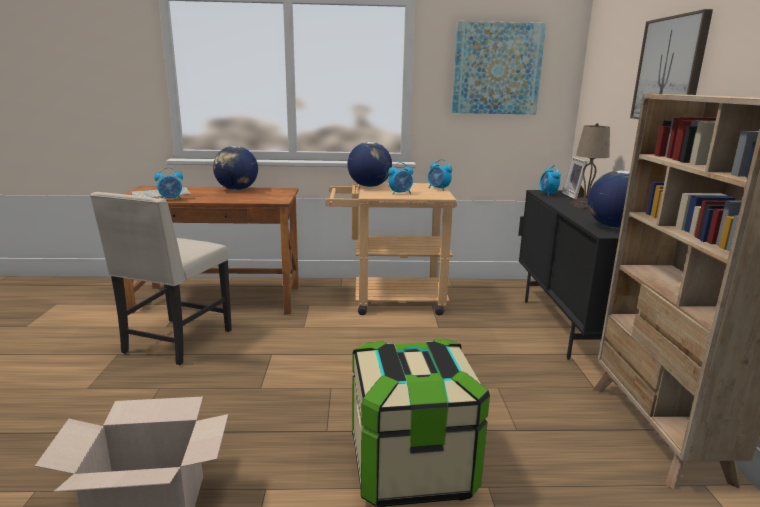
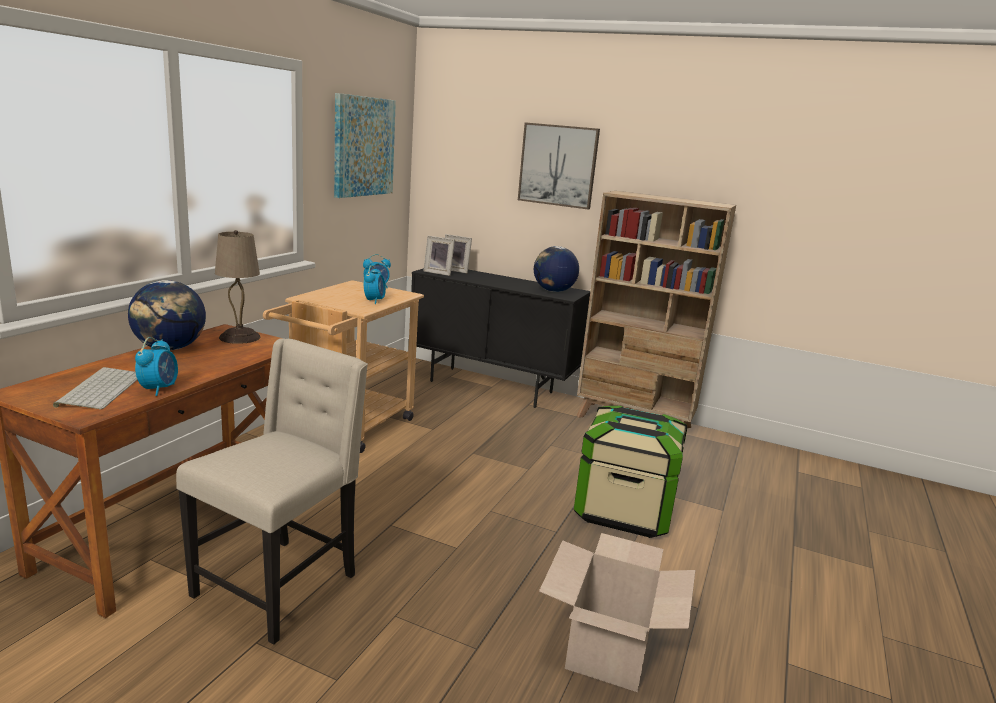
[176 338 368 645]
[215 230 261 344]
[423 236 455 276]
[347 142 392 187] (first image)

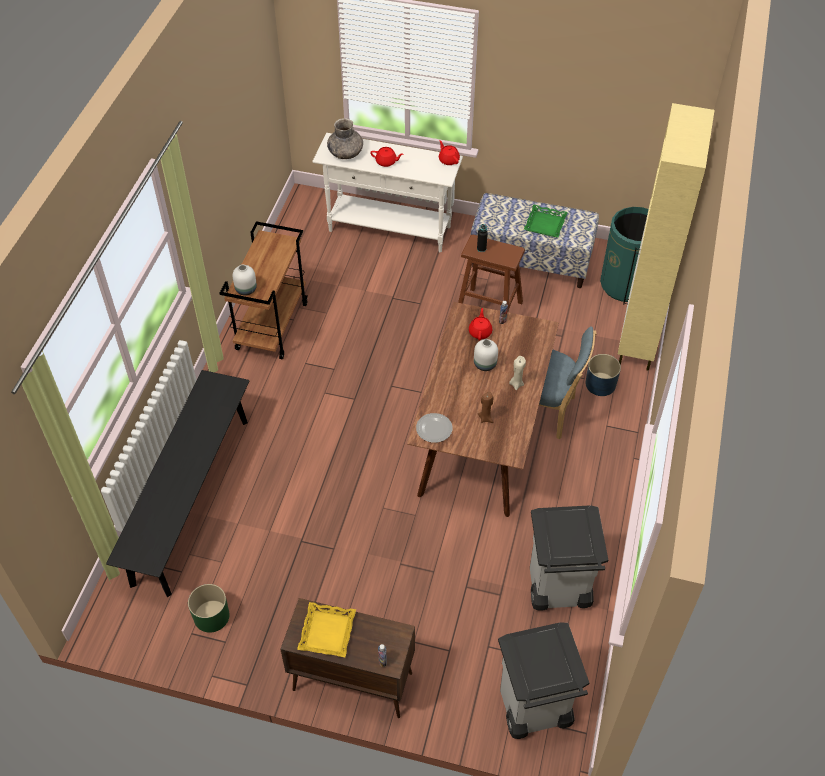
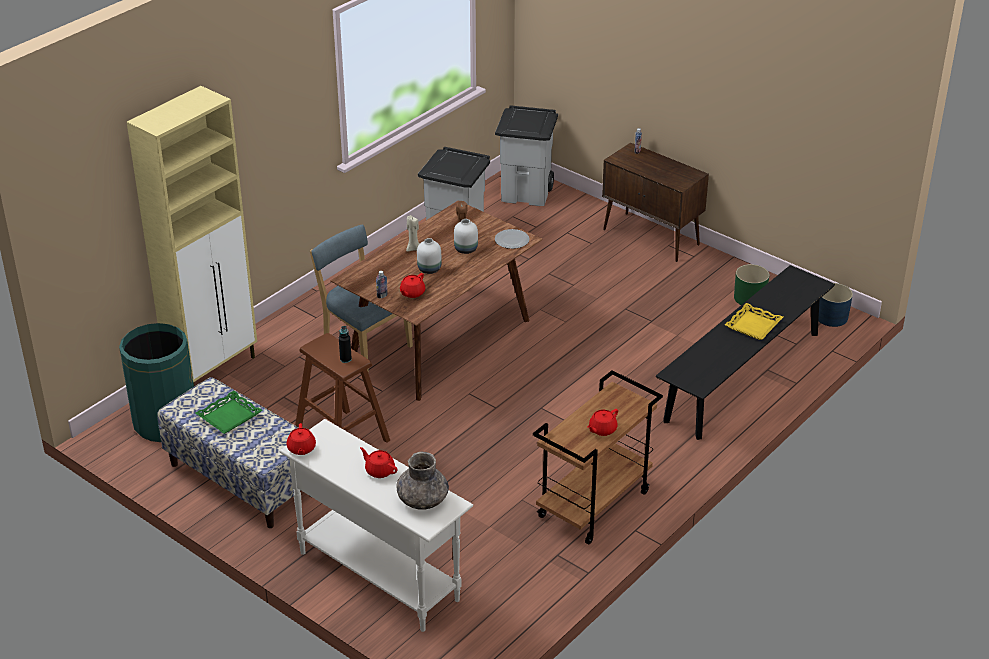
[454 219 478 254]
[587 409 618 436]
[725 303 783 340]
[819 283 853 327]

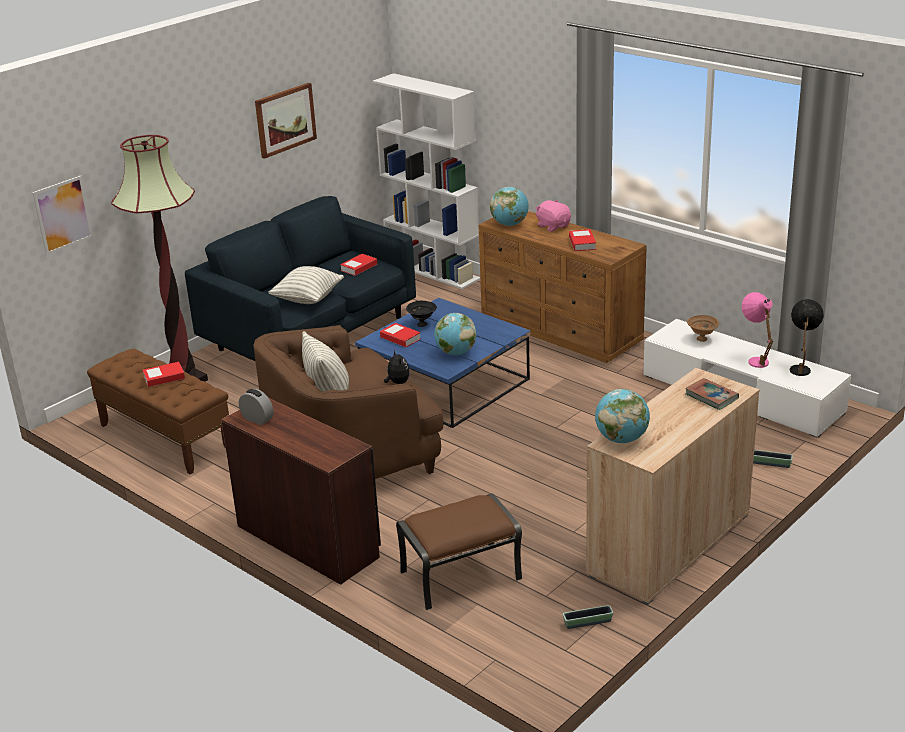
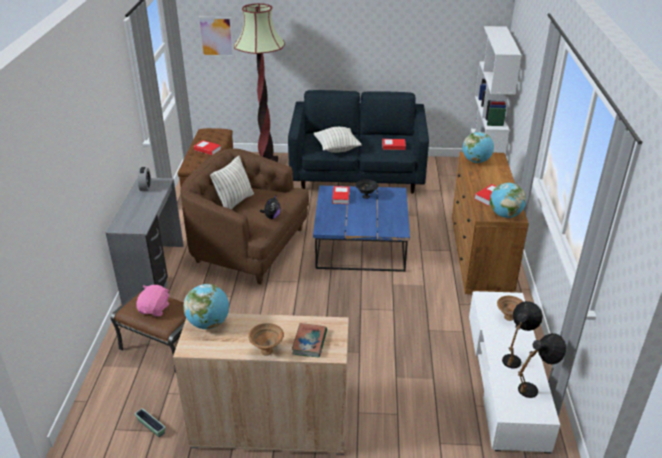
[106 178 184 304]
[136 285 169 317]
[248 323 284 356]
[490 183 526 218]
[502 301 543 368]
[255 83 317 159] (first image)
[753 450 793 468] (first image)

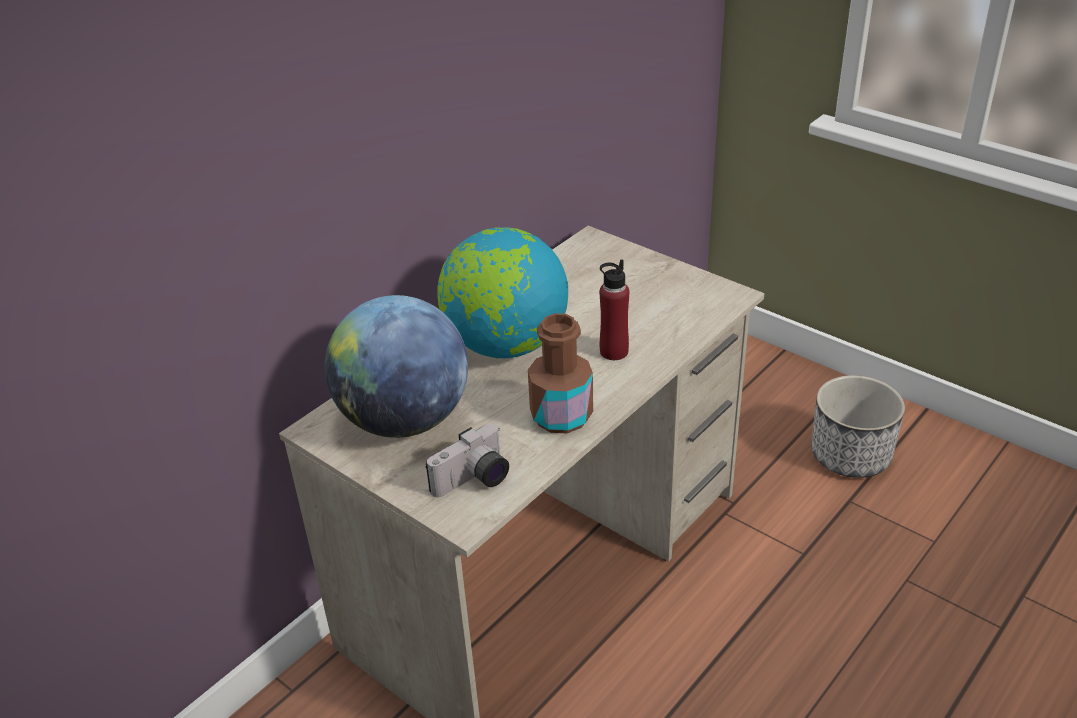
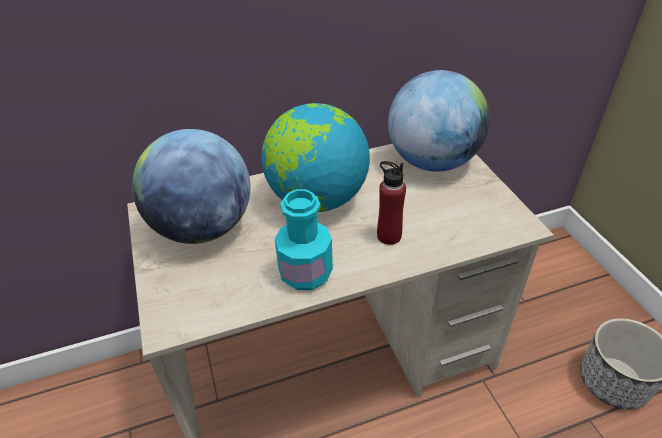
[275 189 333 290]
[388 70 490 172]
[426 424 509 497] (first image)

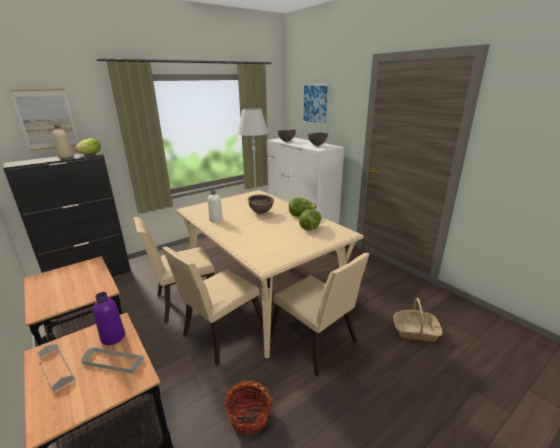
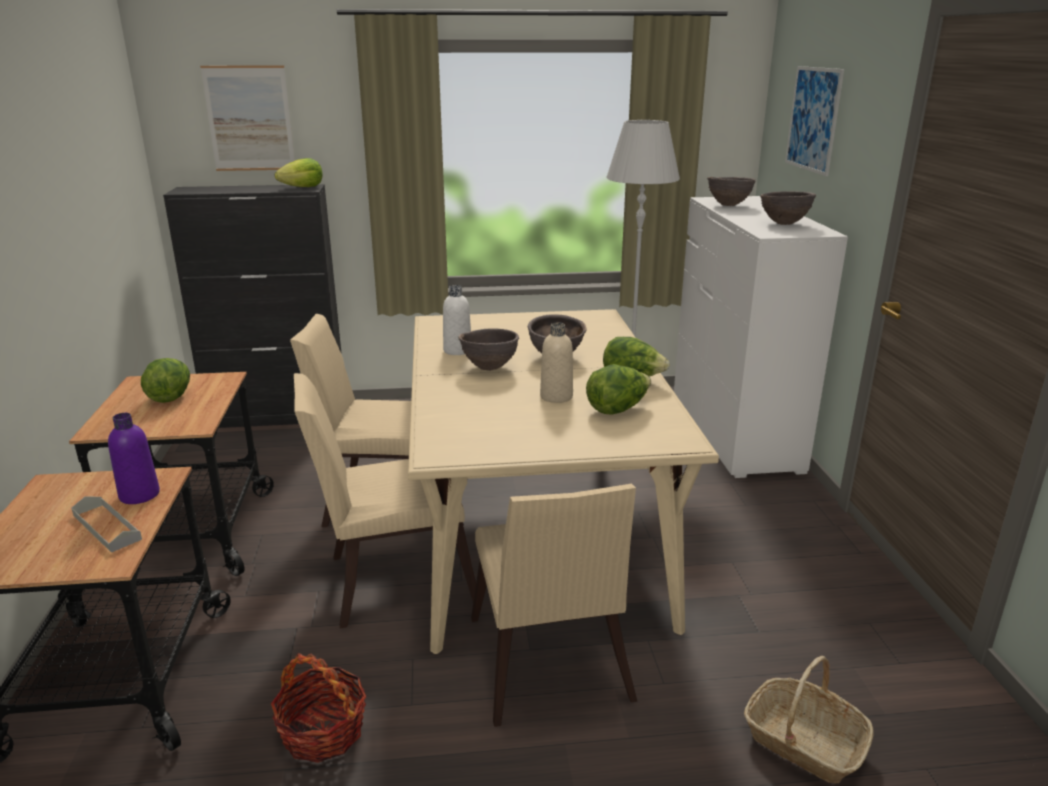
[141 358 190 403]
[459 328 519 371]
[540 322 573 403]
[37 344 75 391] (first image)

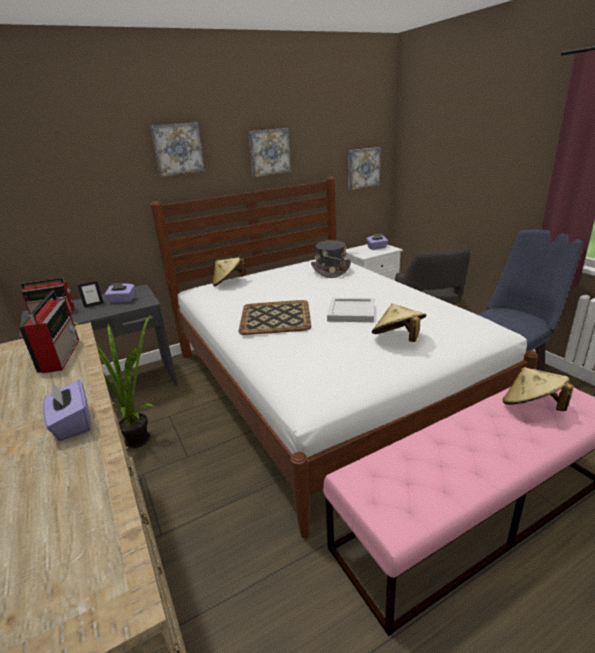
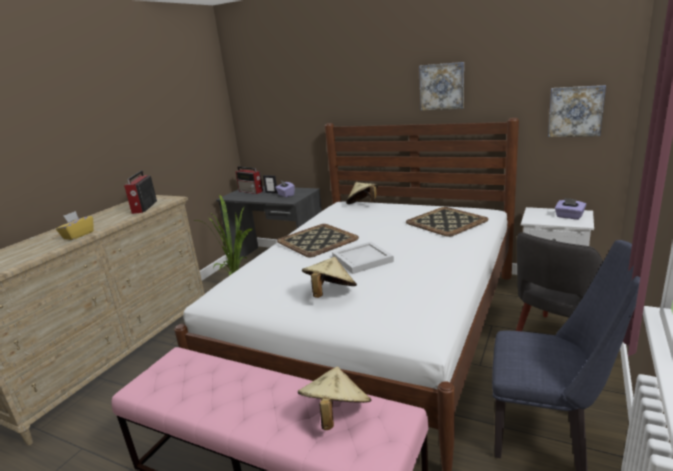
[56 211 93 240]
[124 170 157 214]
[406 207 488 237]
[150 122 205 177] (first image)

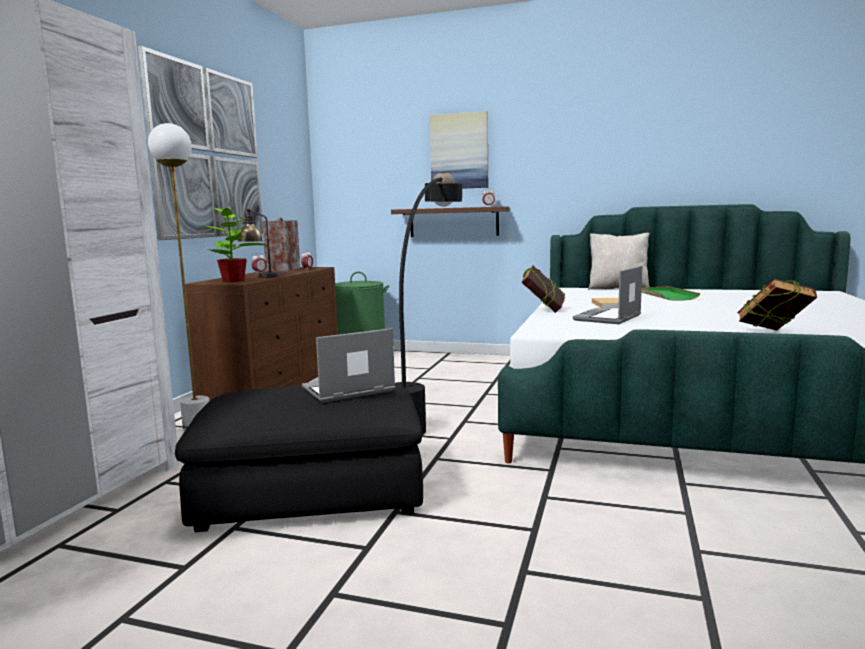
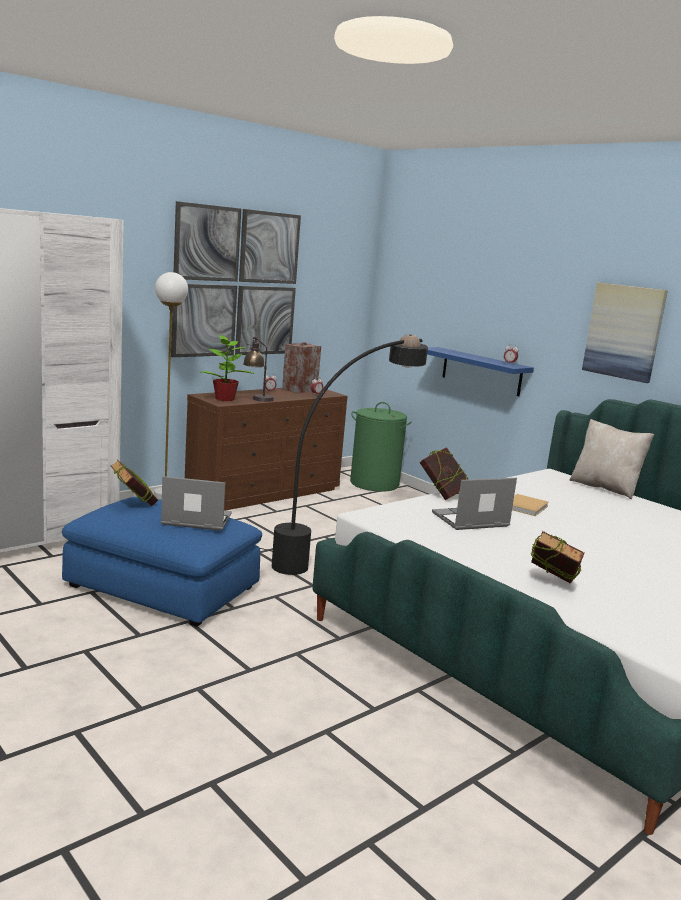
[62 496 262 627]
[110 460 158 507]
[427 347 534 396]
[582 283 668 383]
[641 287 701 301] (first image)

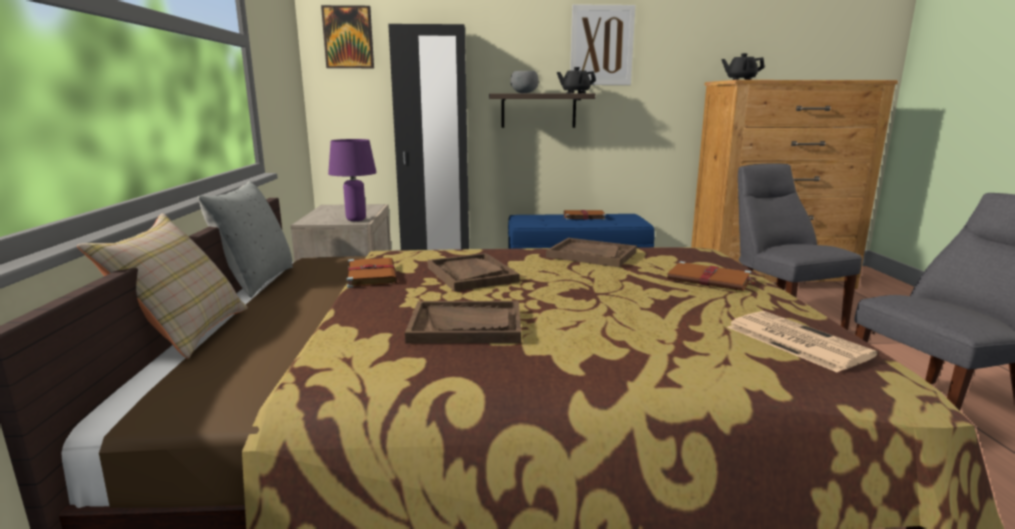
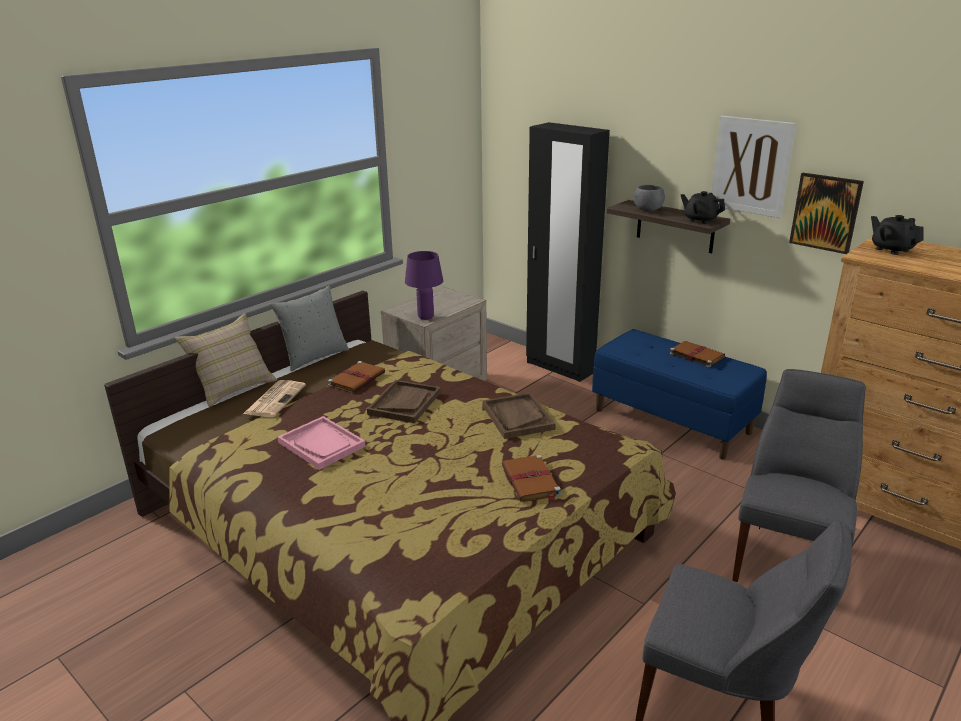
[243 380 306 417]
[278 416 366 470]
[789 173 864 254]

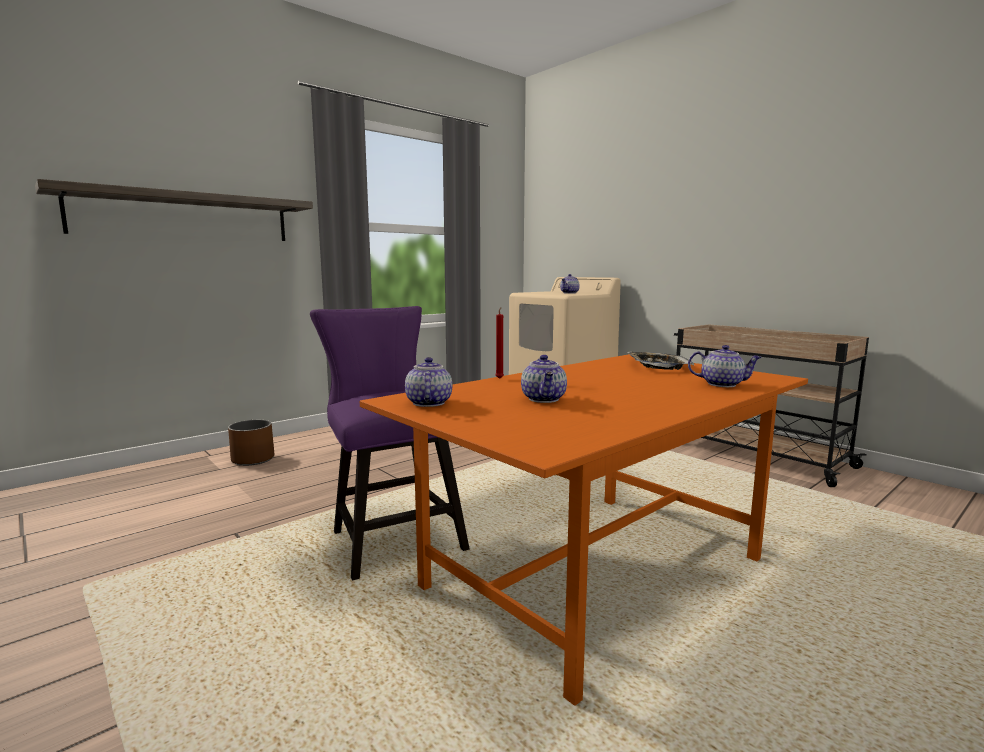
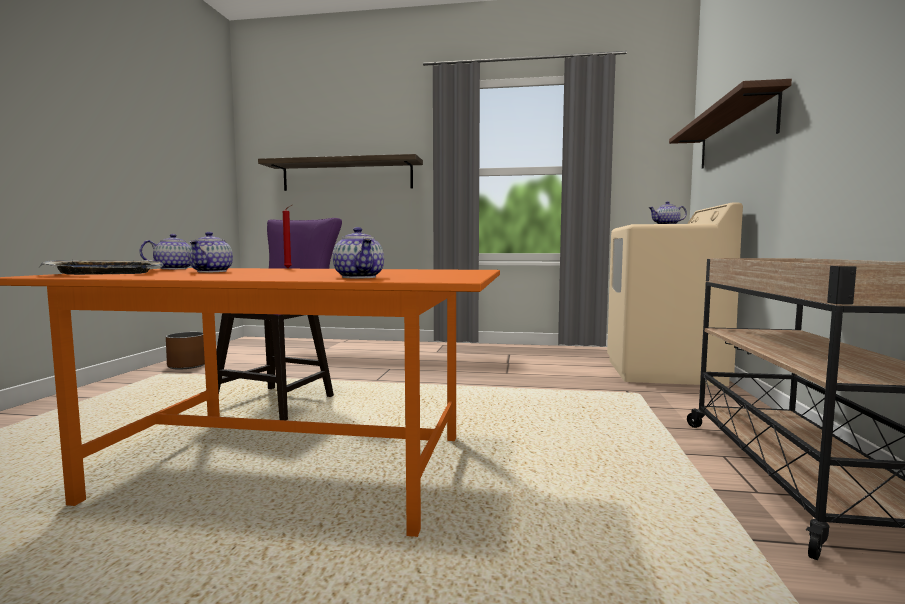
[40 260 164 275]
[166 332 205 369]
[188 232 233 272]
[669 79 792 169]

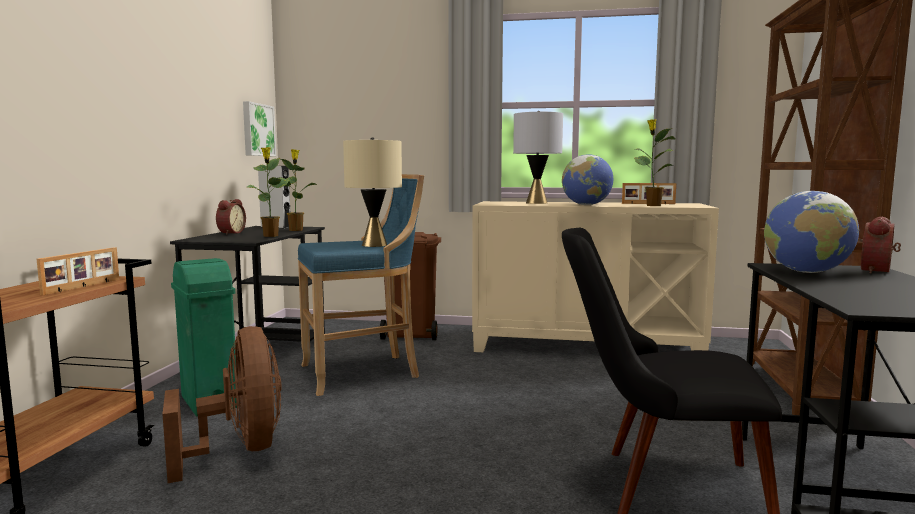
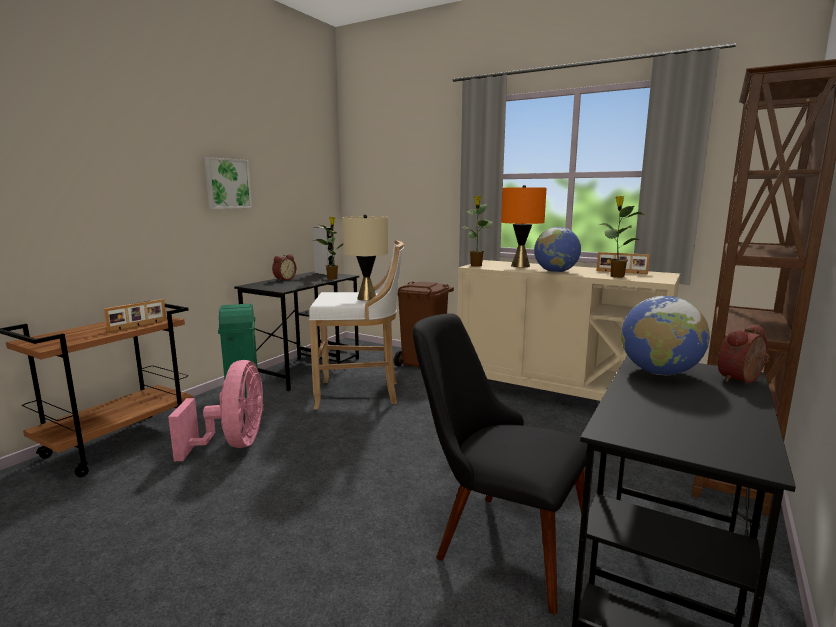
[168 360 264 461]
[204 157 252 209]
[309 240 404 410]
[462 196 493 267]
[501 185 546 267]

